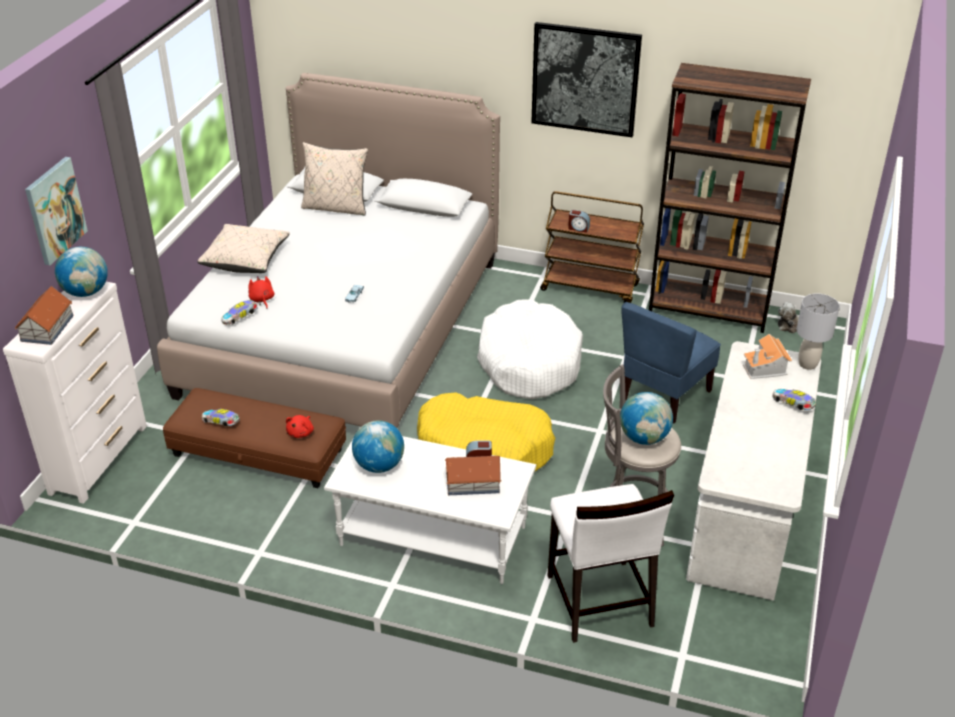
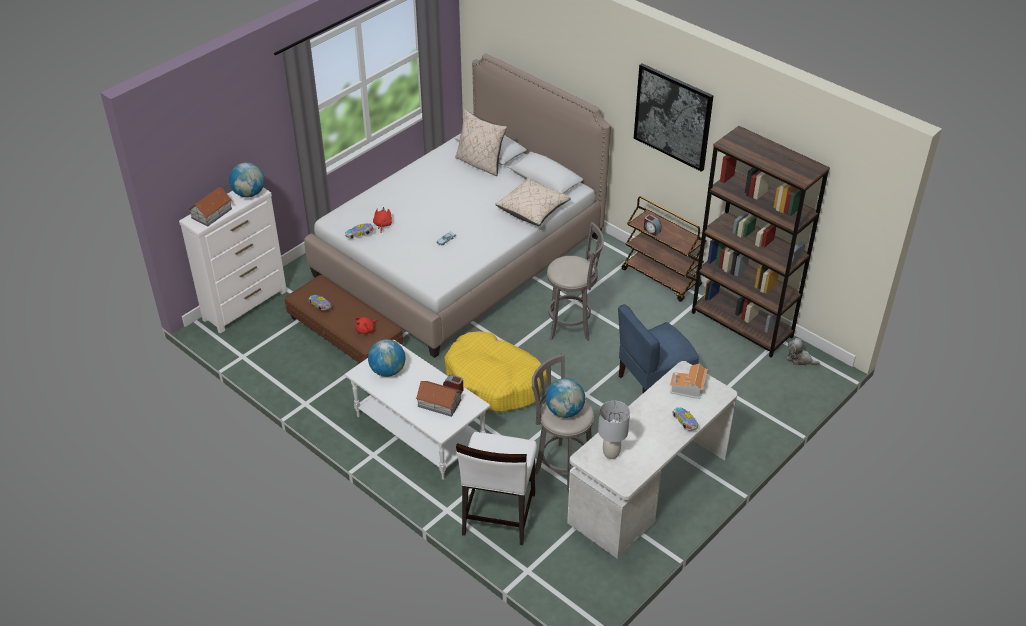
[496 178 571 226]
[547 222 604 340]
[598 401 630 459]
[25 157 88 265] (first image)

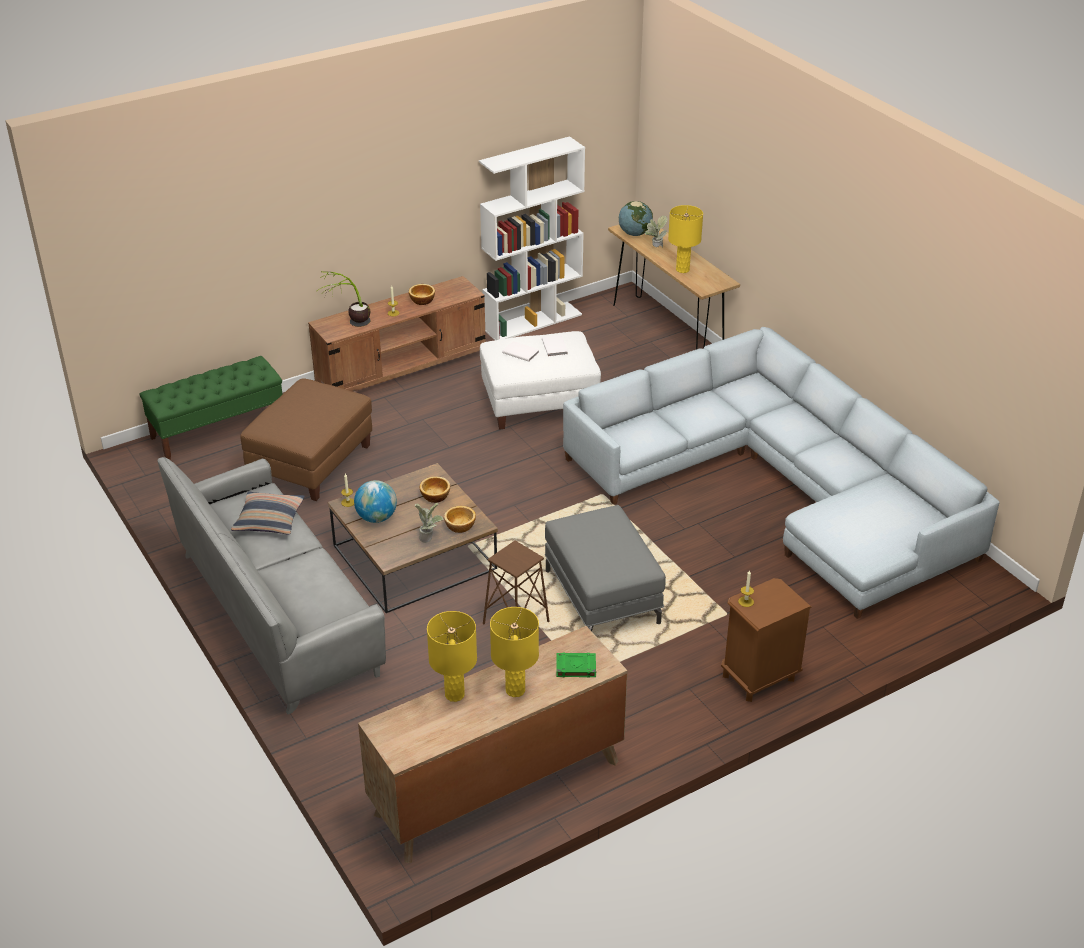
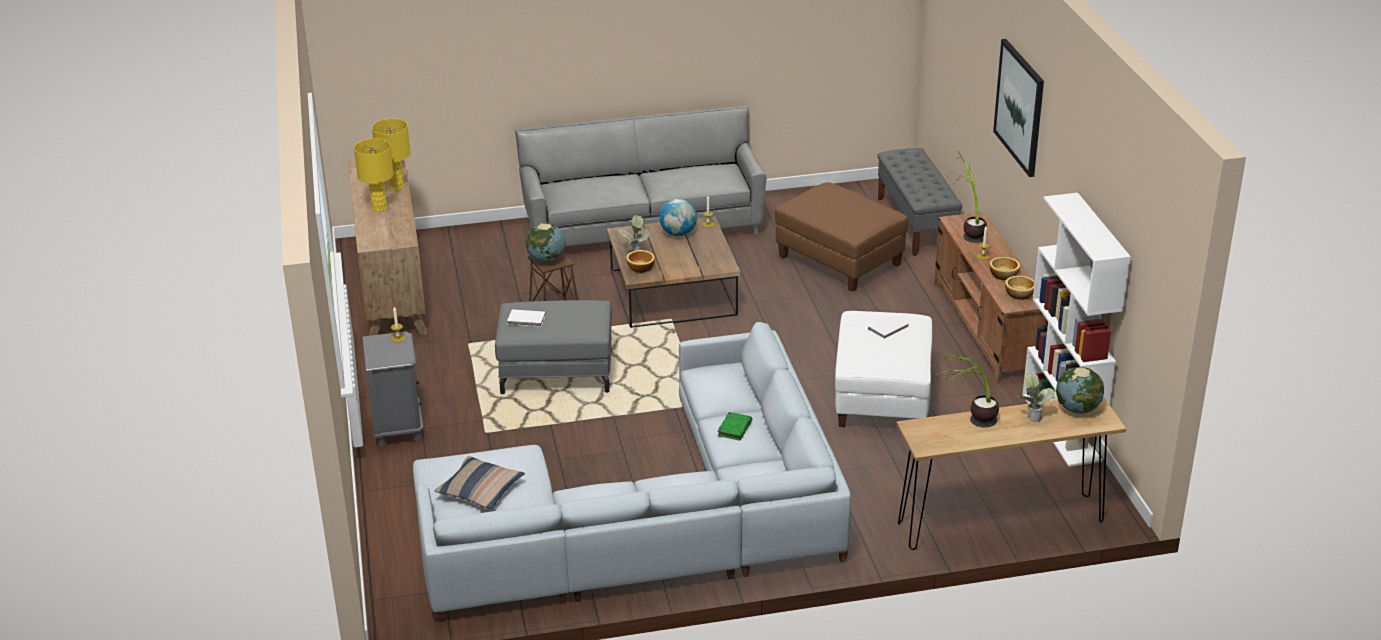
[363 332 424 447]
[434 456 525 509]
[507 309 546 327]
[526 223 565 263]
[717 412 752 441]
[878 148 962 256]
[934 354 999 427]
[993 39 1044 177]
[1005 275 1035 300]

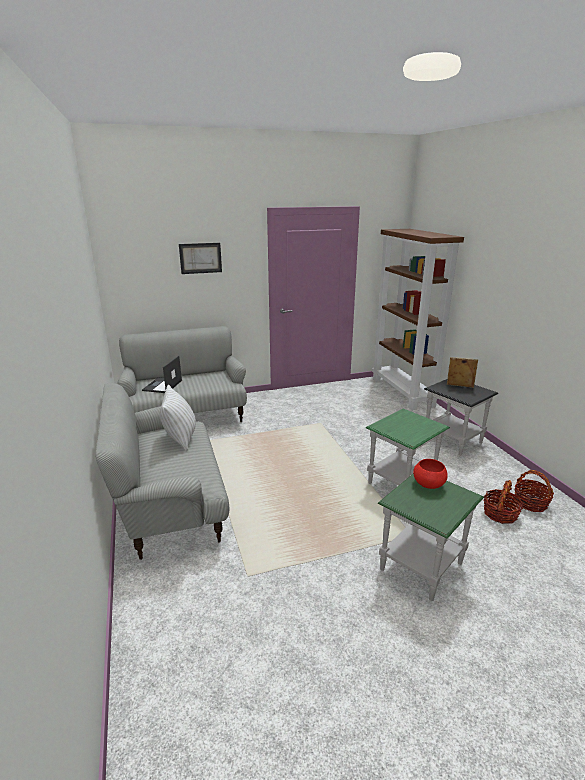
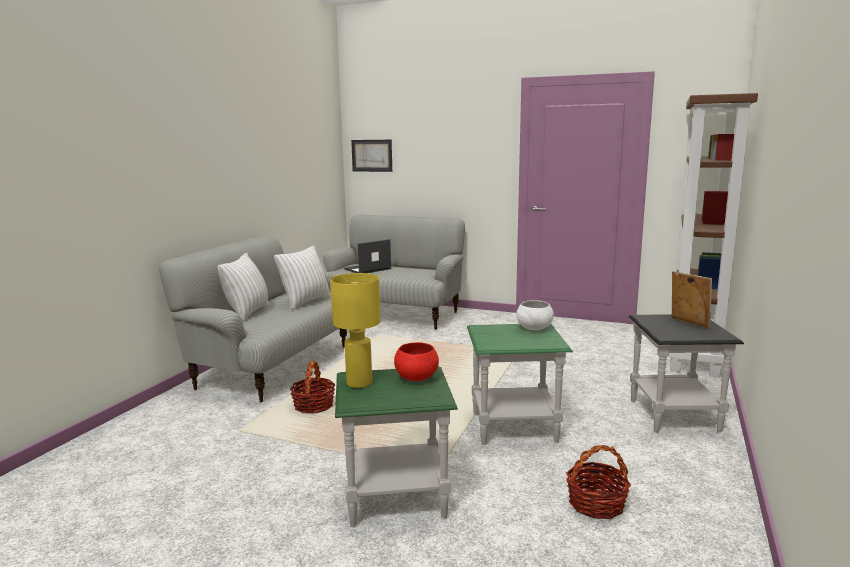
[218 253 269 322]
[290 360 336 413]
[330 273 381 388]
[351 140 392 172]
[516 300 554 330]

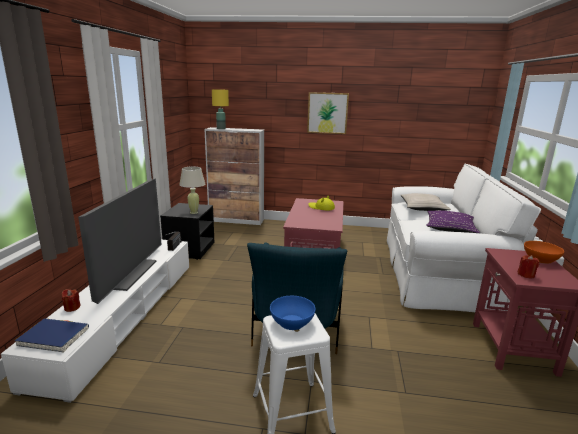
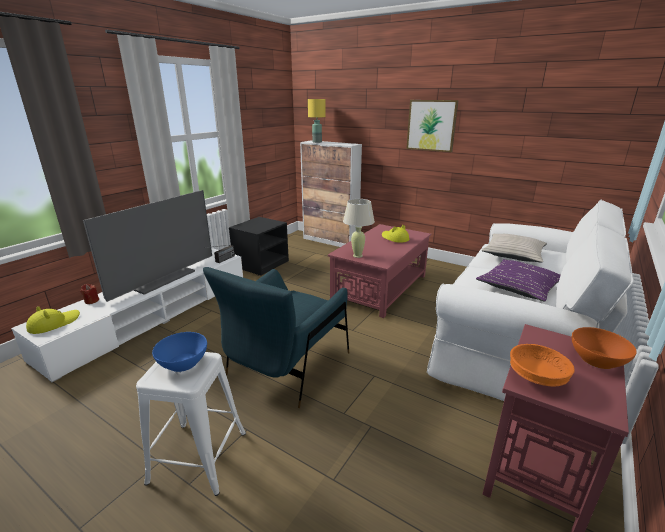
[26 306 80 334]
[343 199 375 258]
[510 344 575 387]

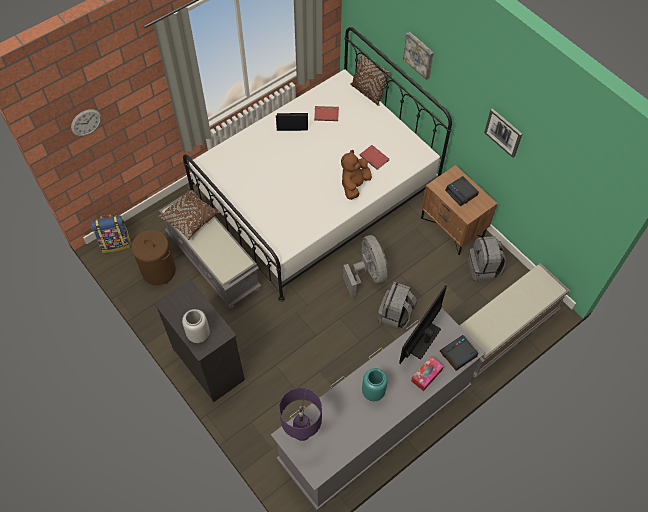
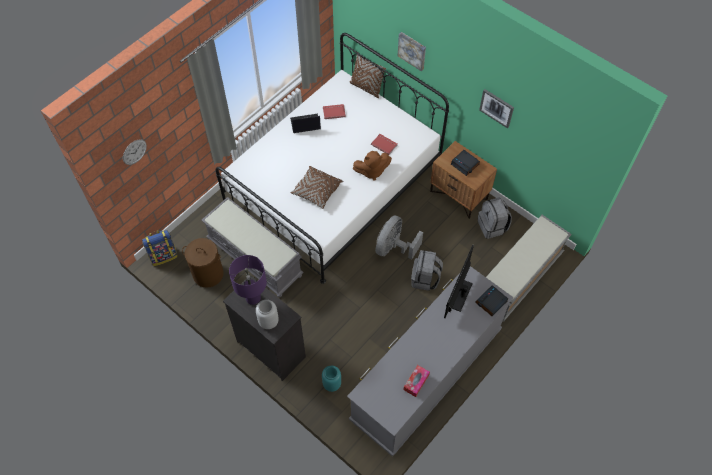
[229 255 267 305]
[290 166 343 209]
[322 366 341 392]
[353 151 392 181]
[375 215 423 260]
[403 365 430 397]

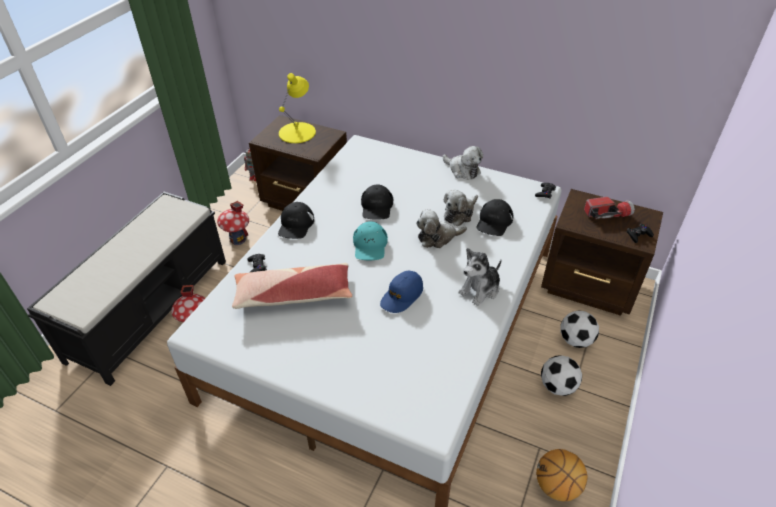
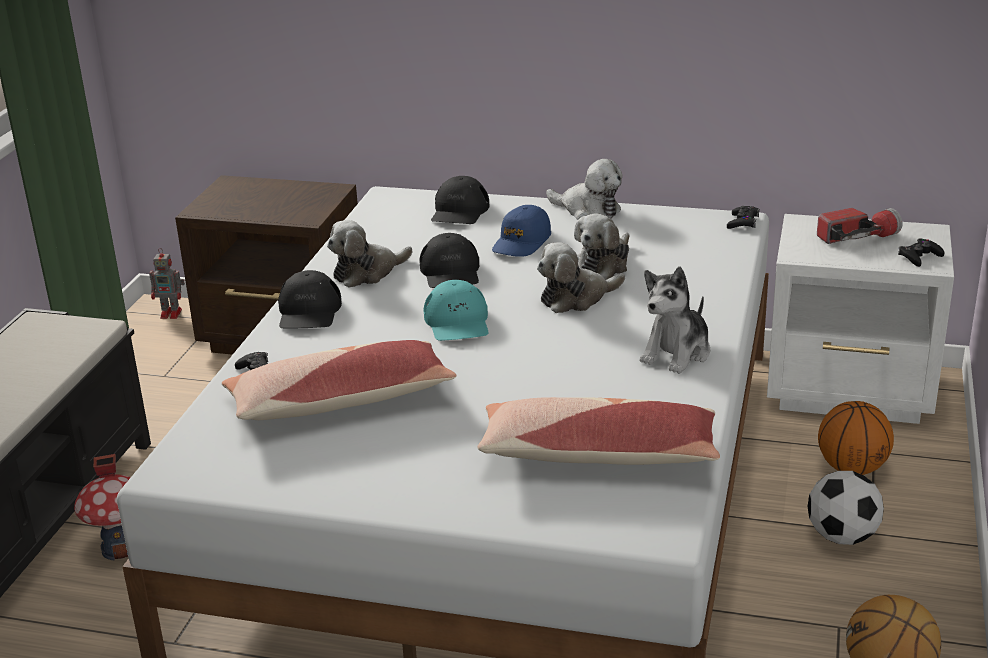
[327 220 413 288]
[431 176 489 224]
[478 397 720 465]
[492 205 551 257]
[767 214 954 424]
[818 401 894 475]
[217 201 249 245] (first image)
[279 73 316 143] (first image)

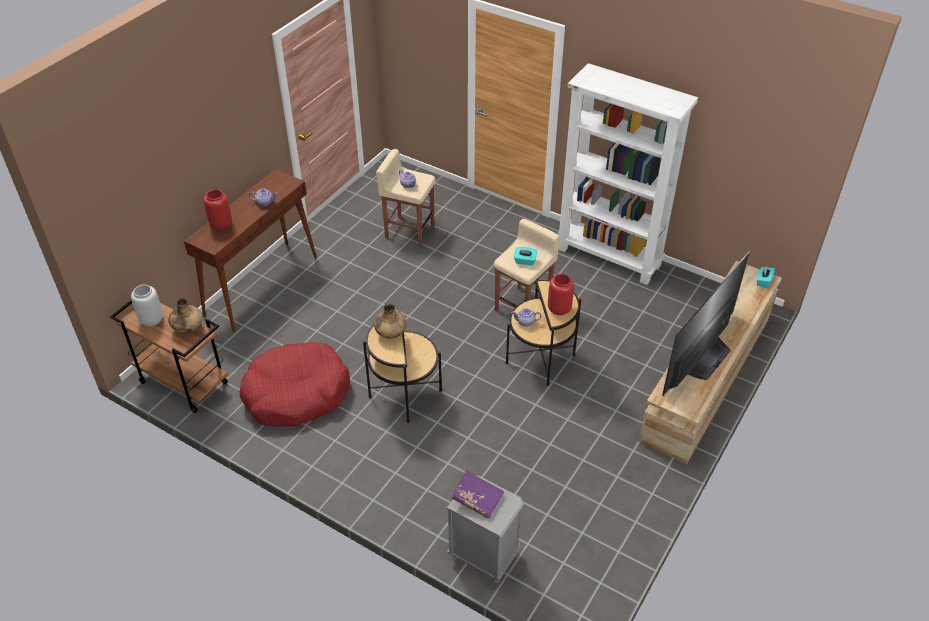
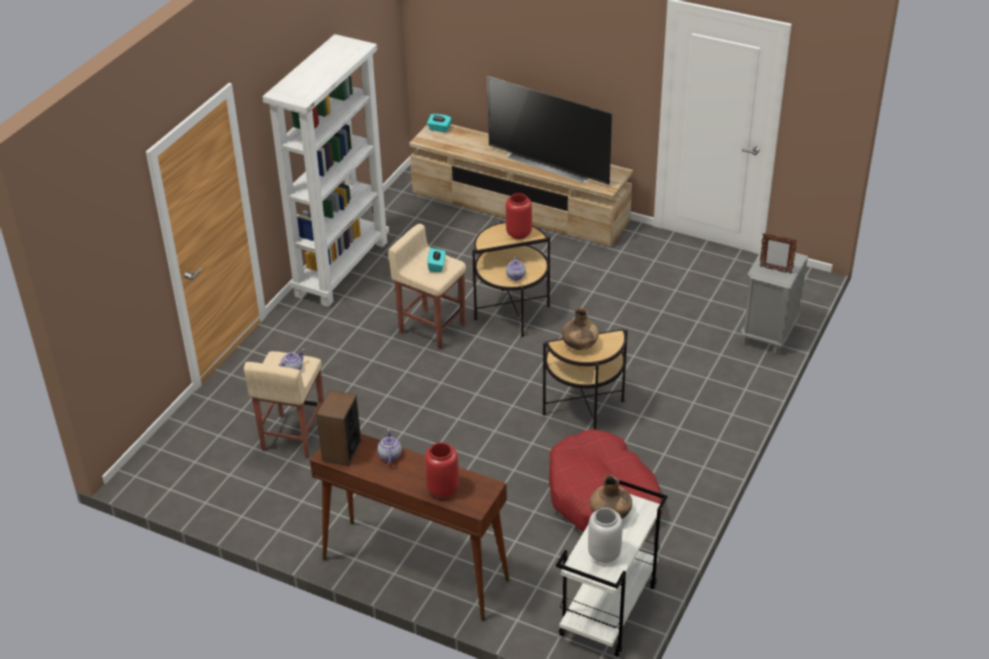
[316 390 361 466]
[556 480 668 657]
[759 233 797 274]

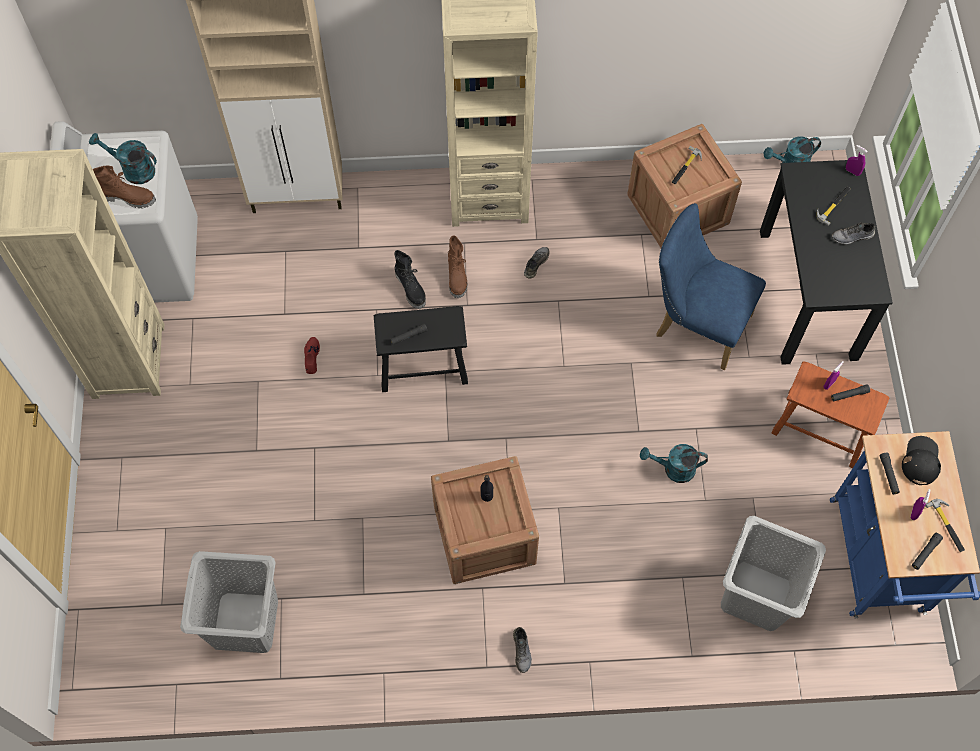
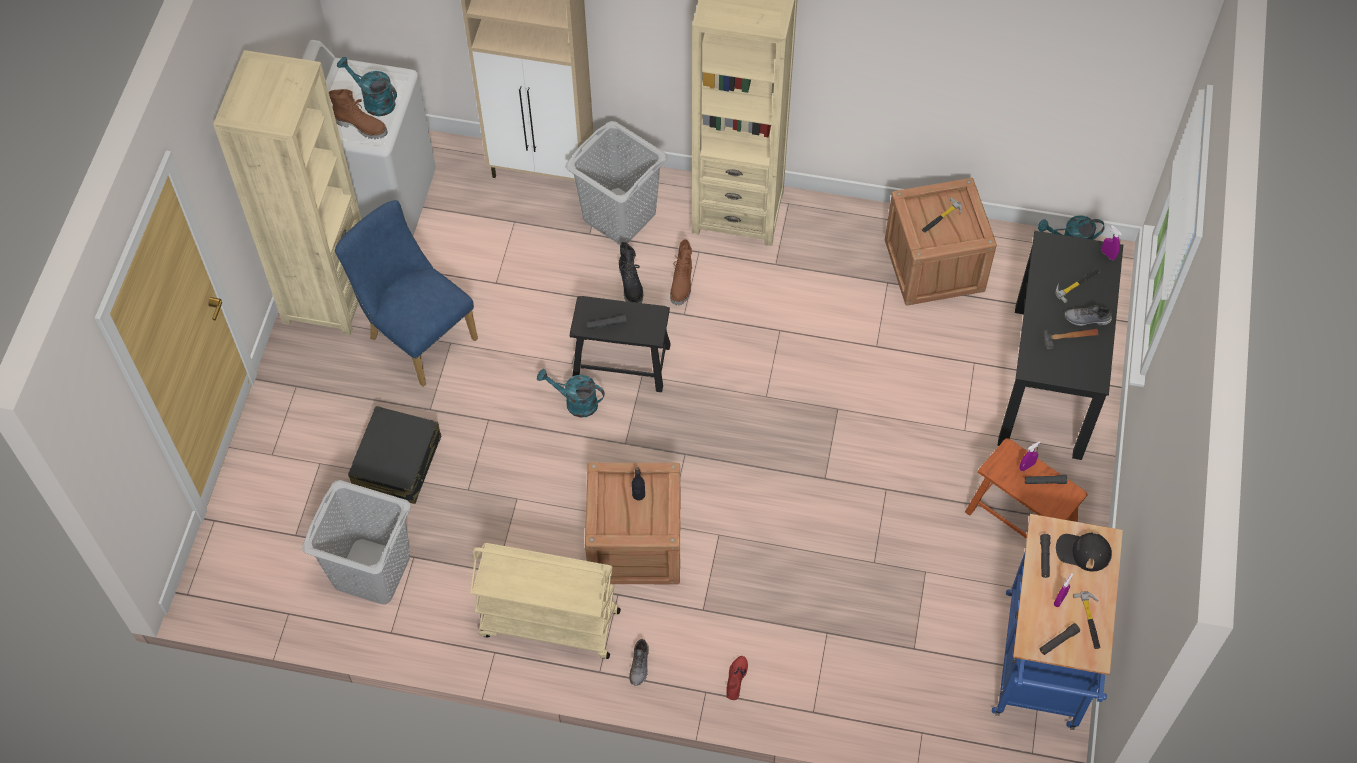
[335 200 478 387]
[348 406 441 504]
[470 543 621 659]
[537 369 605 418]
[565 121 668 245]
[726 656 748 700]
[1043 329 1099 349]
[1056 532 1112 571]
[524 247 550 278] (first image)

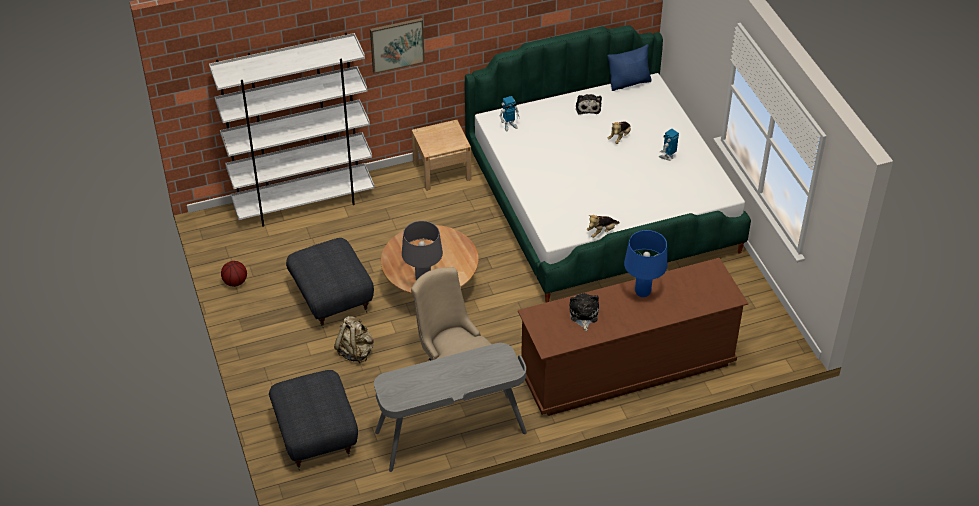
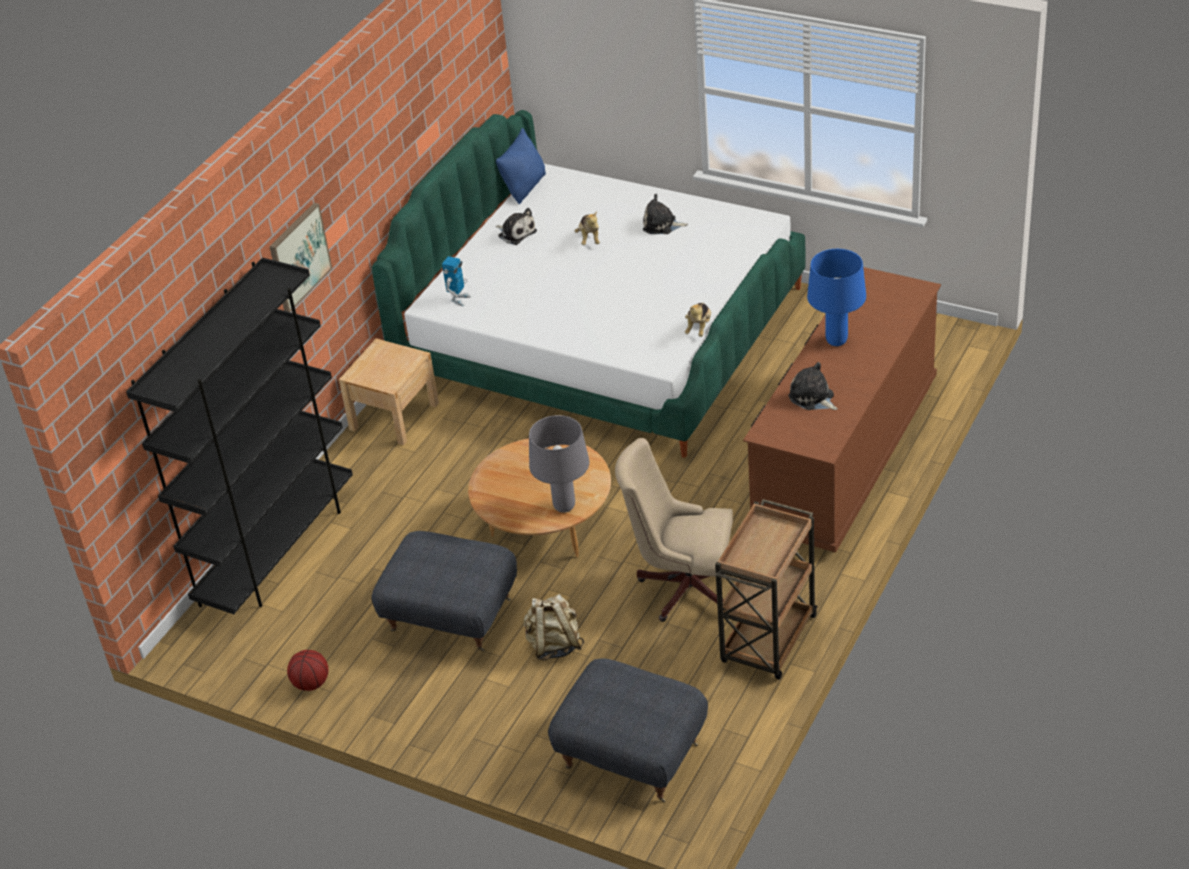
[126 258 353 614]
[643 194 688 234]
[715 499 818 680]

